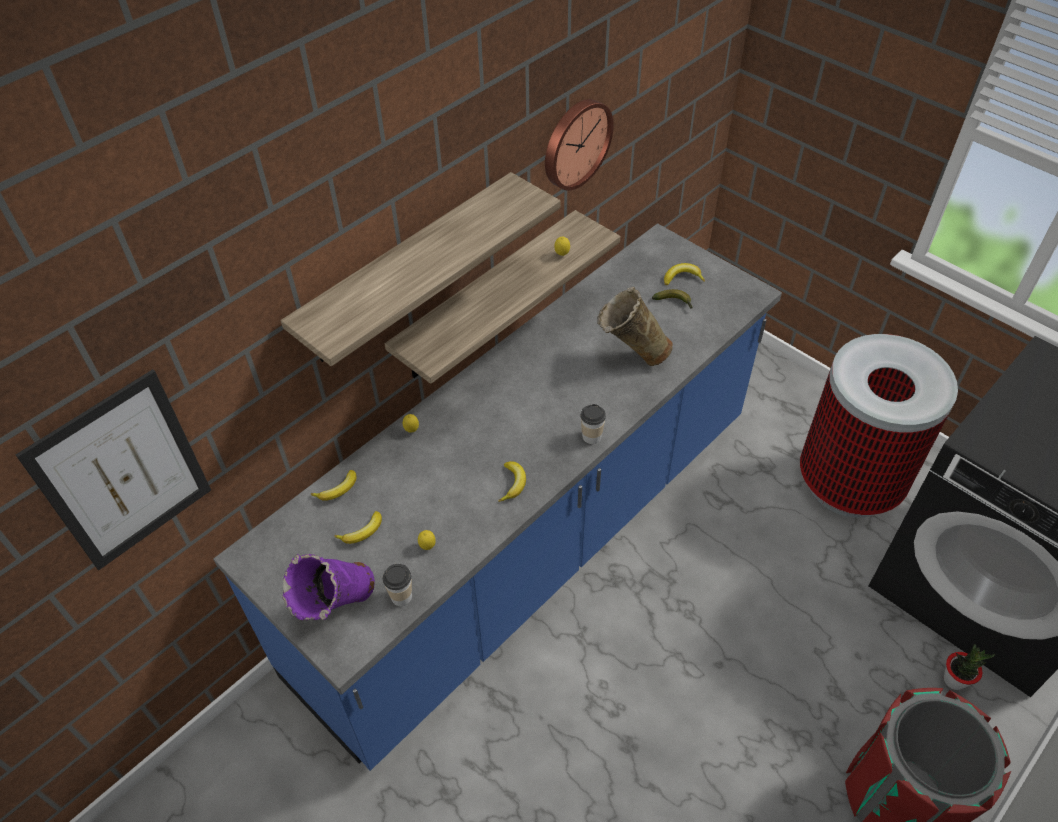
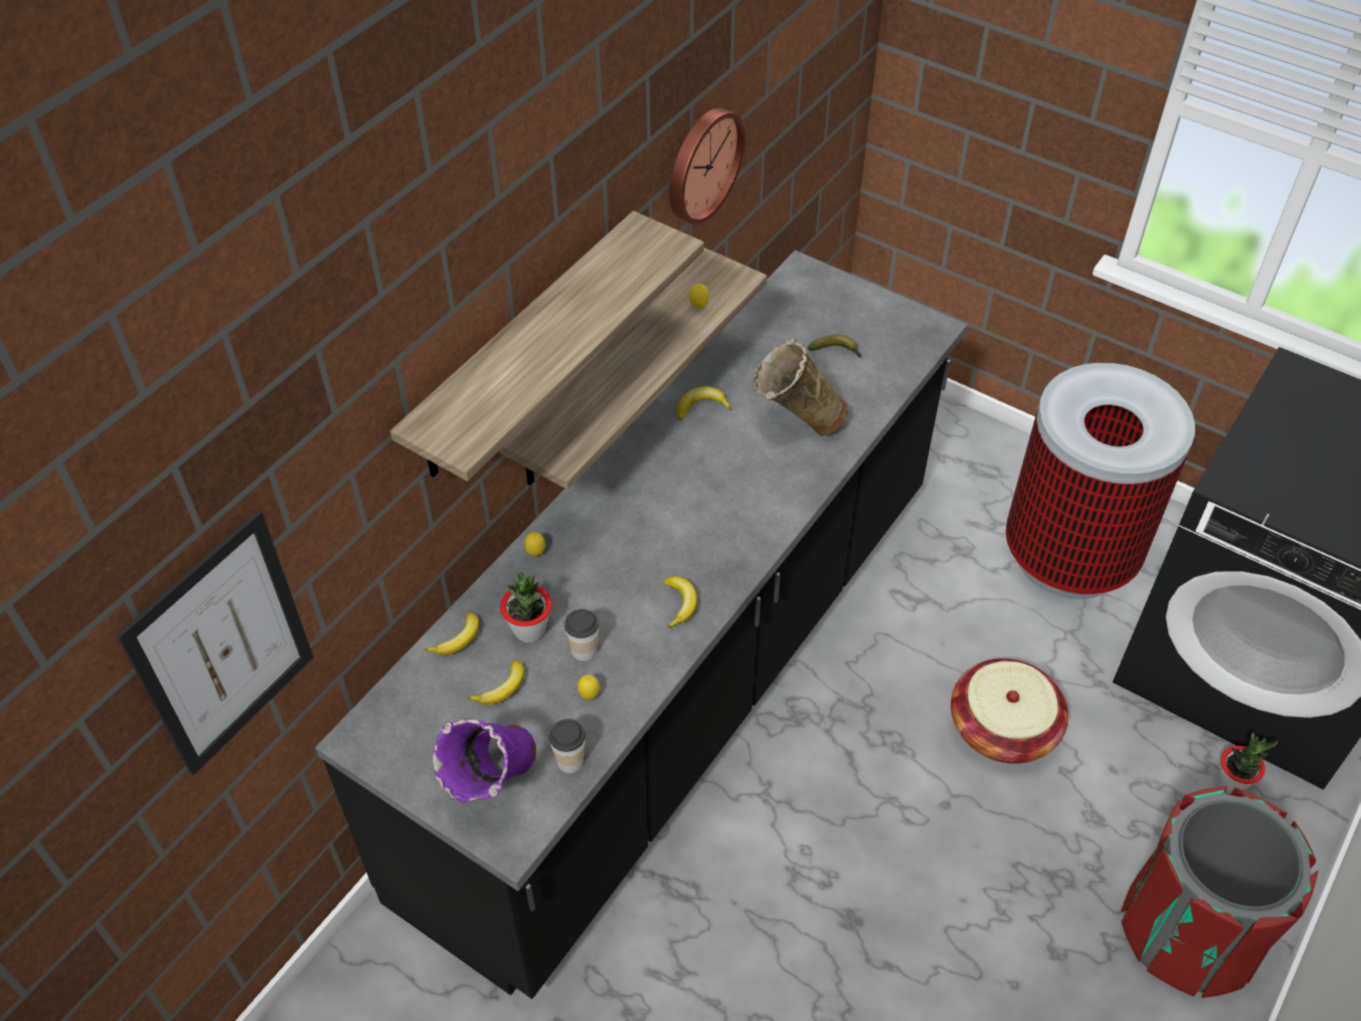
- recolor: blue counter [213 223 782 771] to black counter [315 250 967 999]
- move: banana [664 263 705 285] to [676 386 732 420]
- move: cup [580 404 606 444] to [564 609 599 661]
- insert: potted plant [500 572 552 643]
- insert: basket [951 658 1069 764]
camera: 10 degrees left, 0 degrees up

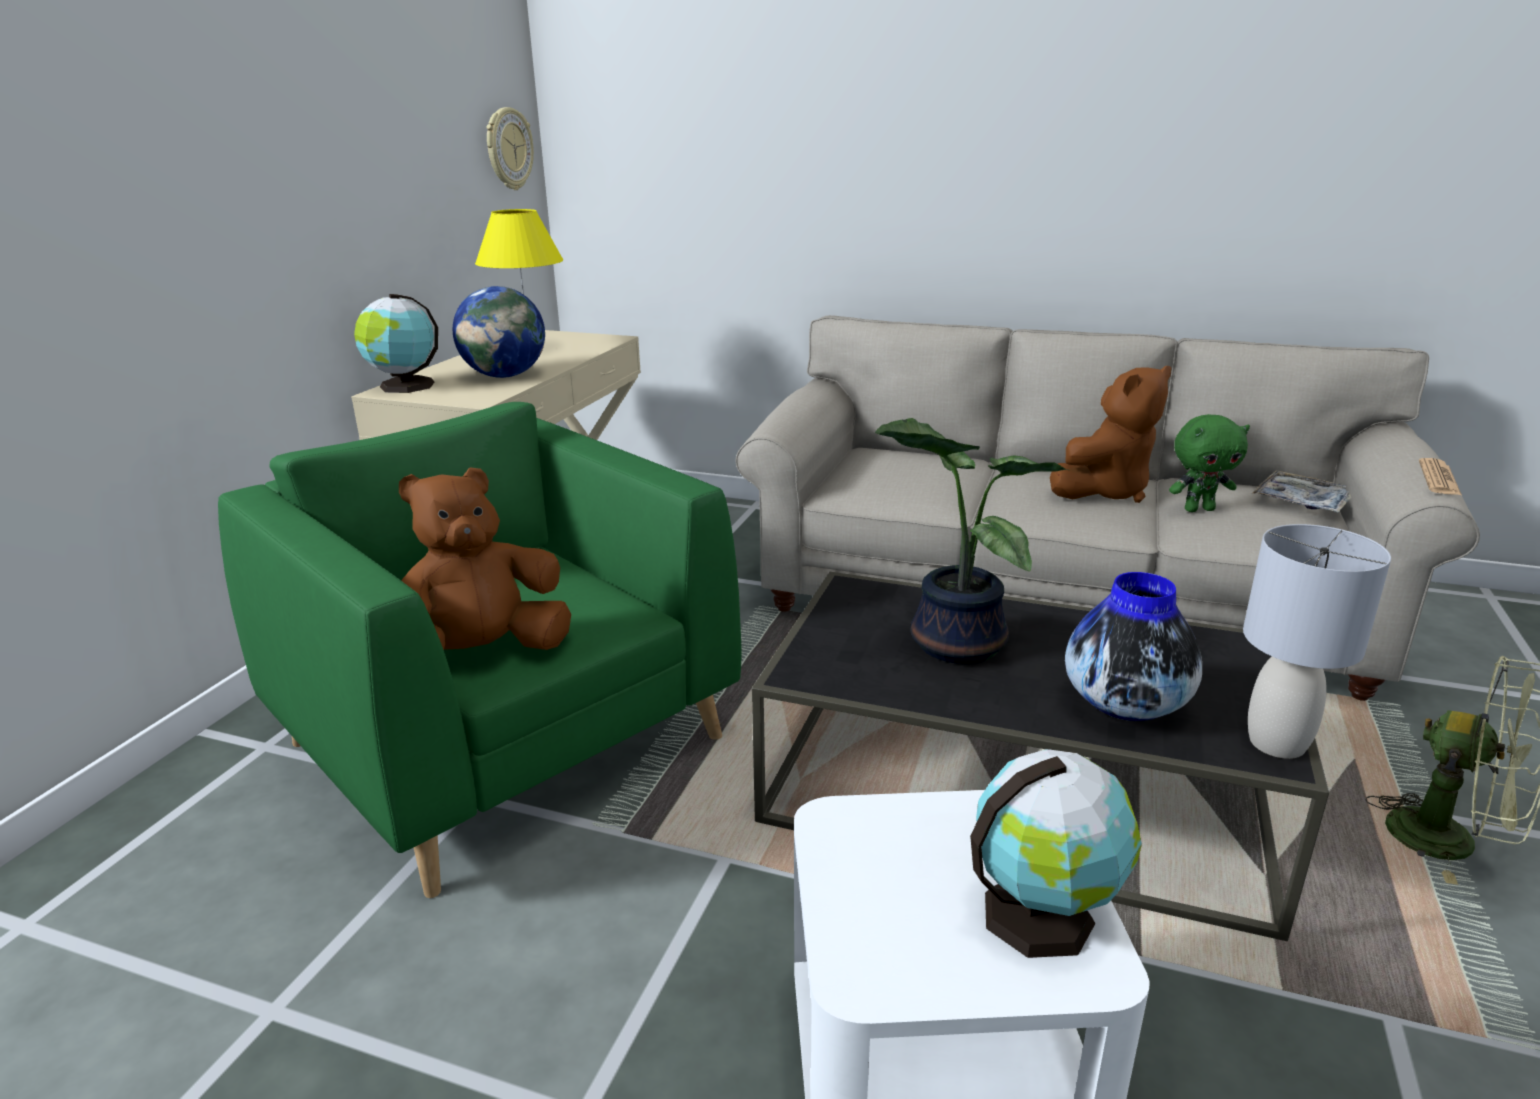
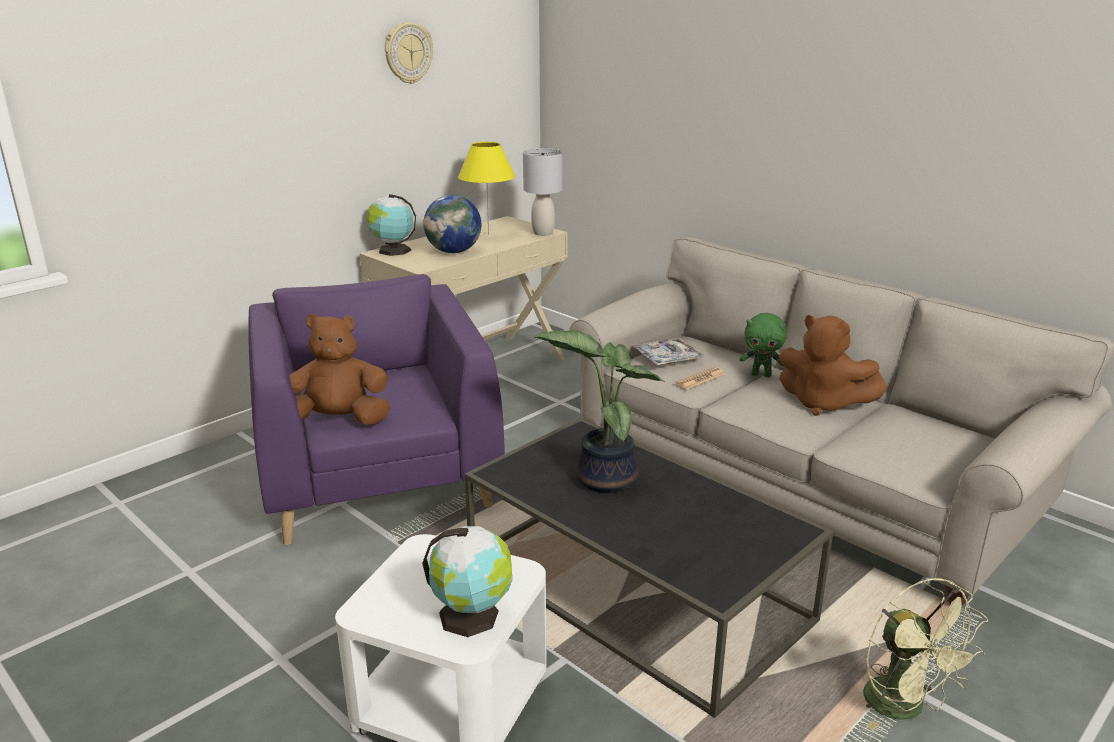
- move: wall clock [486 107 534 190] to [385 22 433 84]
- rotate: brown plush toy [1050 366 1171 503] = [779 315 888 416] 45 degrees clockwise
- recolor: green armchair [218 402 742 898] to purple armchair [249 274 505 545]
- move: green plush toy [1169 414 1250 512] to [739 313 787 378]
- move: newspaper [1419 458 1462 495] to [675 367 725 389]
- move: tray [1252 471 1351 513] to [632 337 705 365]
- move: grey table lamp [1243 524 1391 759] to [523 148 563 236]
- delete: vase [1065 572 1202 721]
camera: 25 degrees right, 0 degrees up

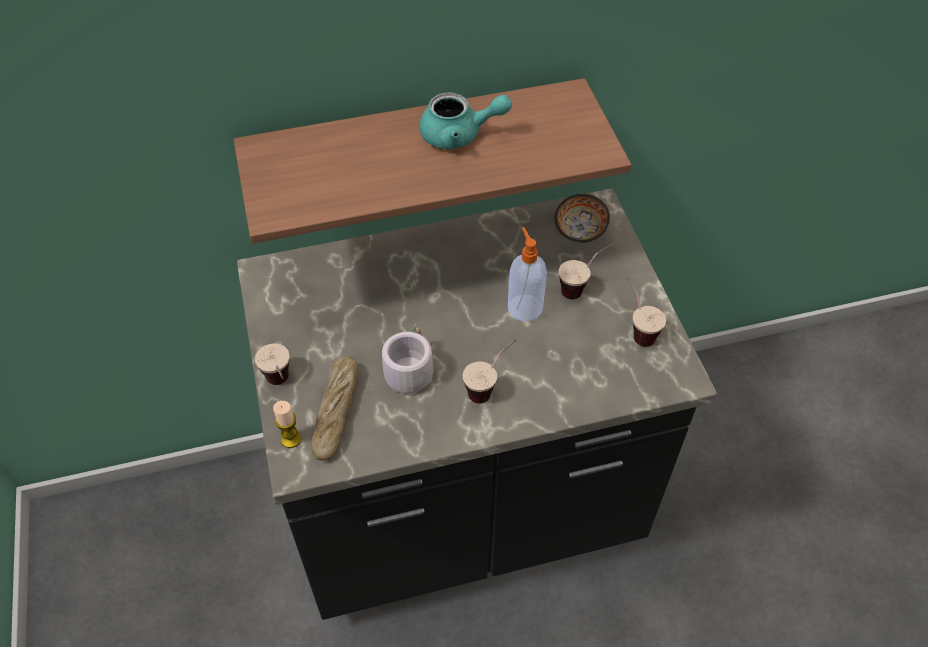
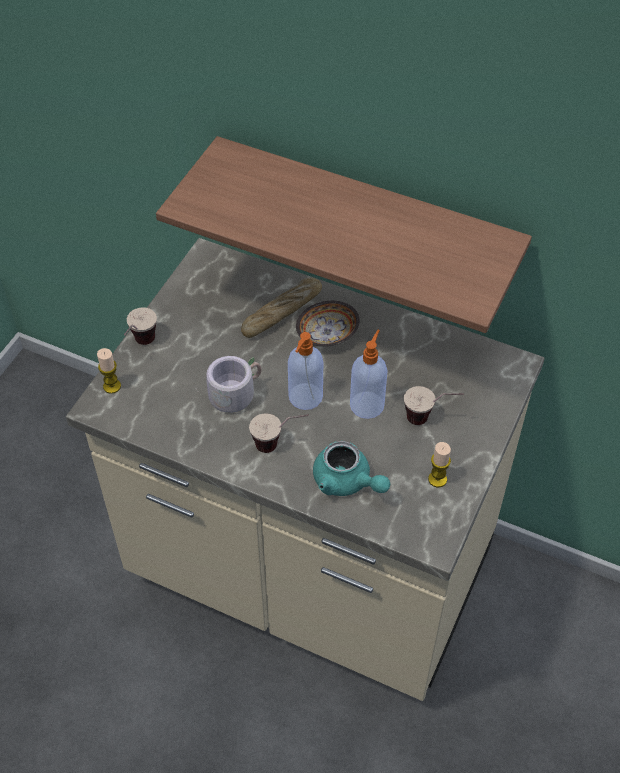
- move: turquoise teapot [419 92 512 149] to [313 441 390 496]
- recolor: black counter [237 189 717 620] to beige counter [66 238 545 701]
- move: bowl [555 194 610 243] to [296 301 360 347]
- replace: cup [625 276 666 346] to candle [428 442 451 487]
- move: bread [311 356 359 461] to [241 277 322 338]
- insert: soap dispenser [288 332 323 410]
camera: 40 degrees right, 0 degrees up

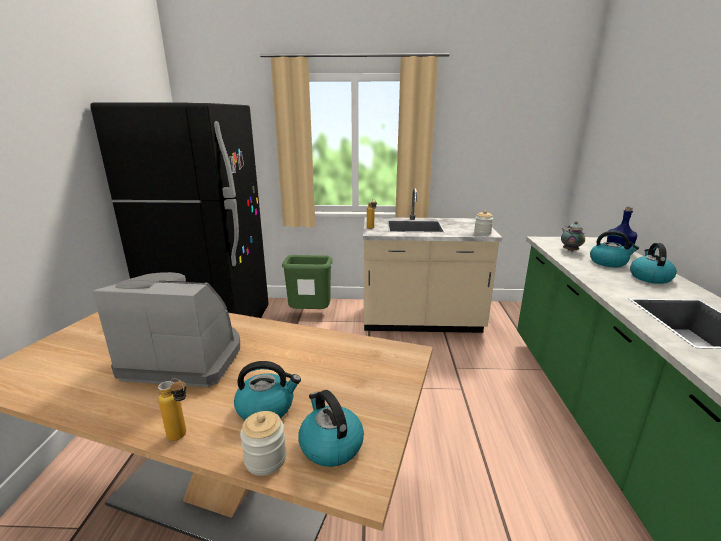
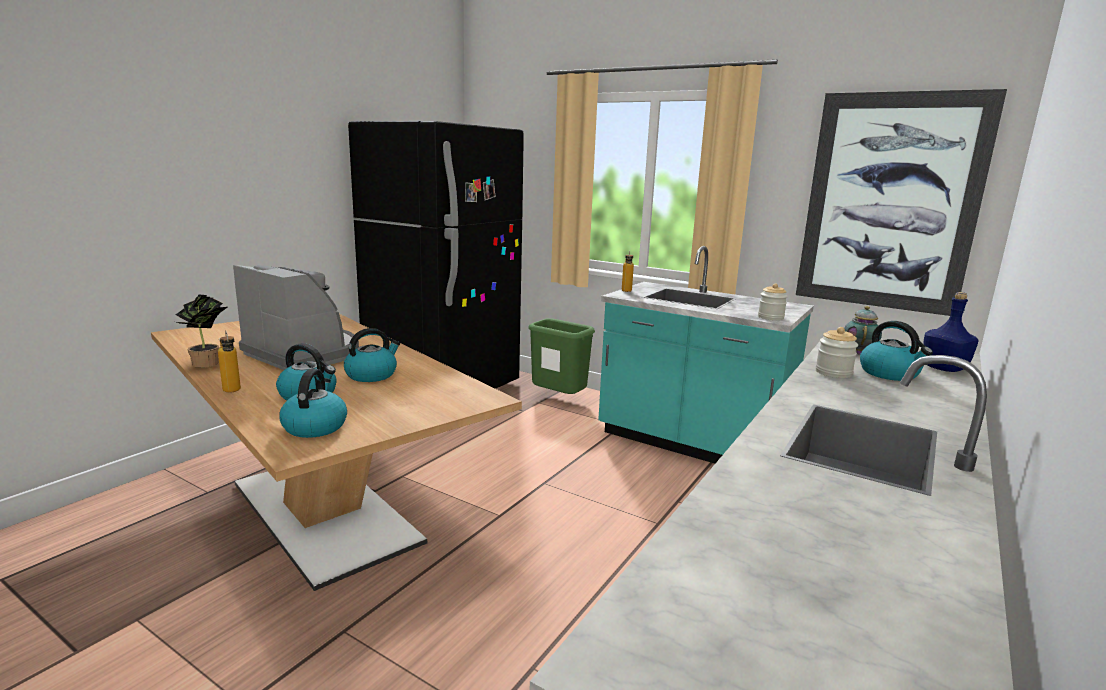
- recolor: beige counter [363 188 503 333] to turquoise counter [598 246 814 464]
- move: kettle [630 243 677 284] to [344 328 400 382]
- move: jar [240 411 286 476] to [815 327 858 378]
- insert: picture [796 89 1007 316]
- insert: potted plant [175 294 227 368]
camera: 30 degrees right, 5 degrees down

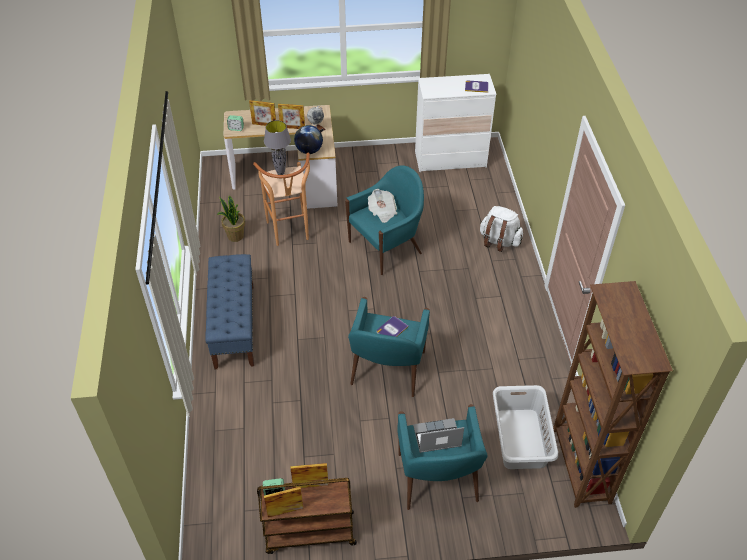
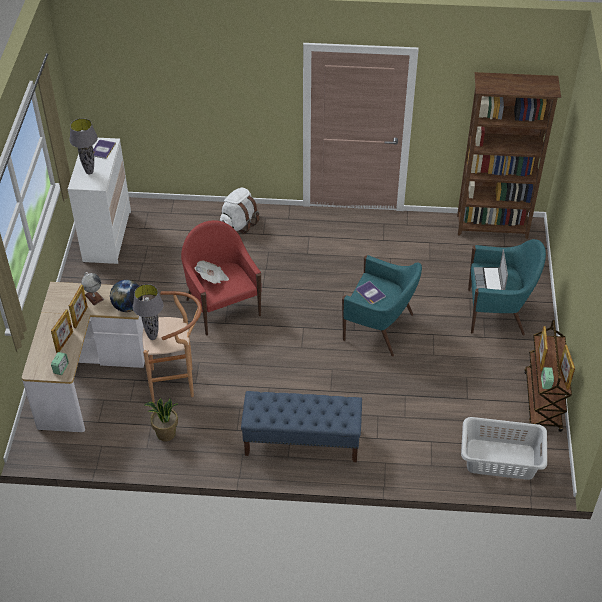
- recolor: turquoise armchair [345 165 424 275] to red armchair [181 220 262 335]
- move: grey laundry basket [493 385 558 469] to [461 417 547 480]
- insert: grey table lamp [70 118 98 174]
camera: 80 degrees left, 0 degrees up

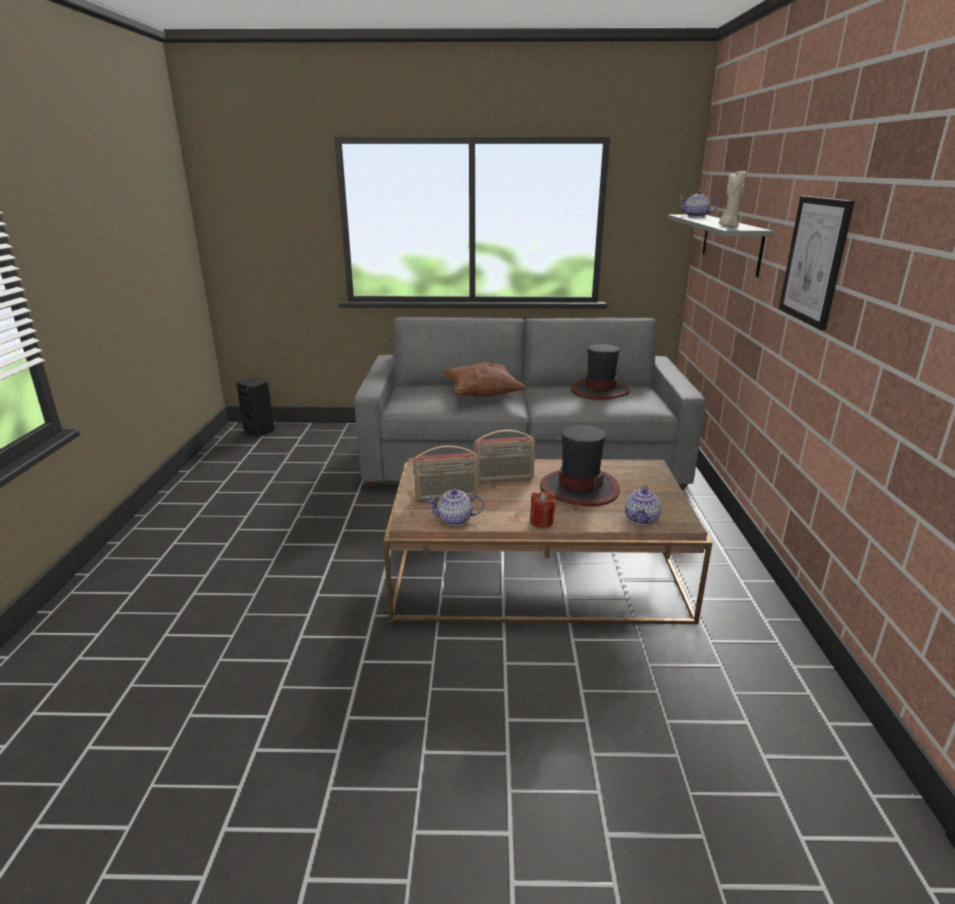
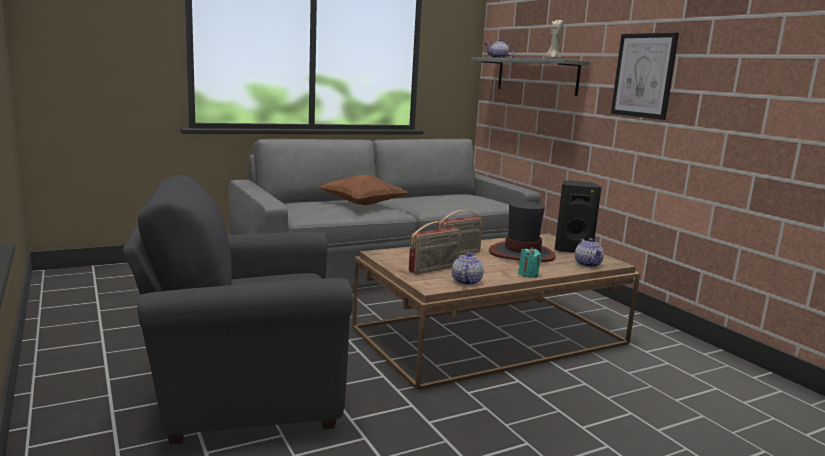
- delete: hat [571 344 630 400]
- move: black speaker [236 377 275 436] to [555 181 602 253]
- rotate: teapot [425 489 484 526] = [452 252 484 285] 135 degrees clockwise
- recolor: red candle [530 491 555 528] to turquoise candle [518 247 542 278]
- insert: grey armchair [122 175 353 445]
camera: 30 degrees left, 10 degrees down

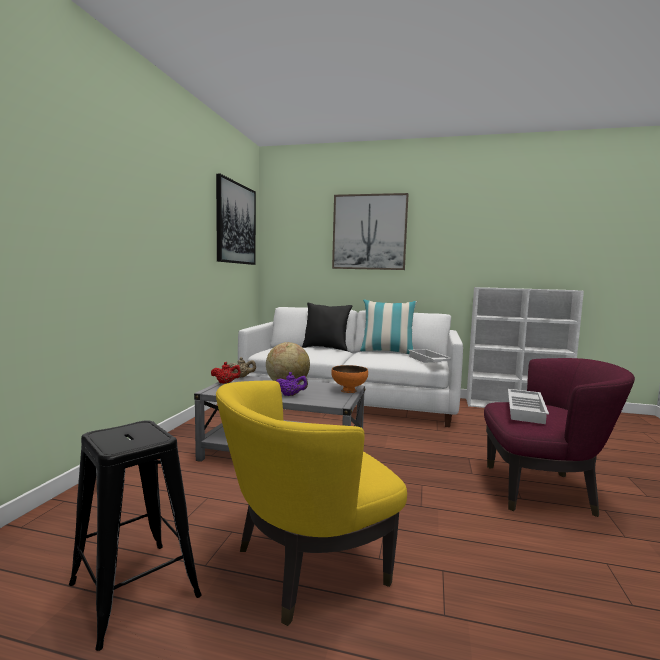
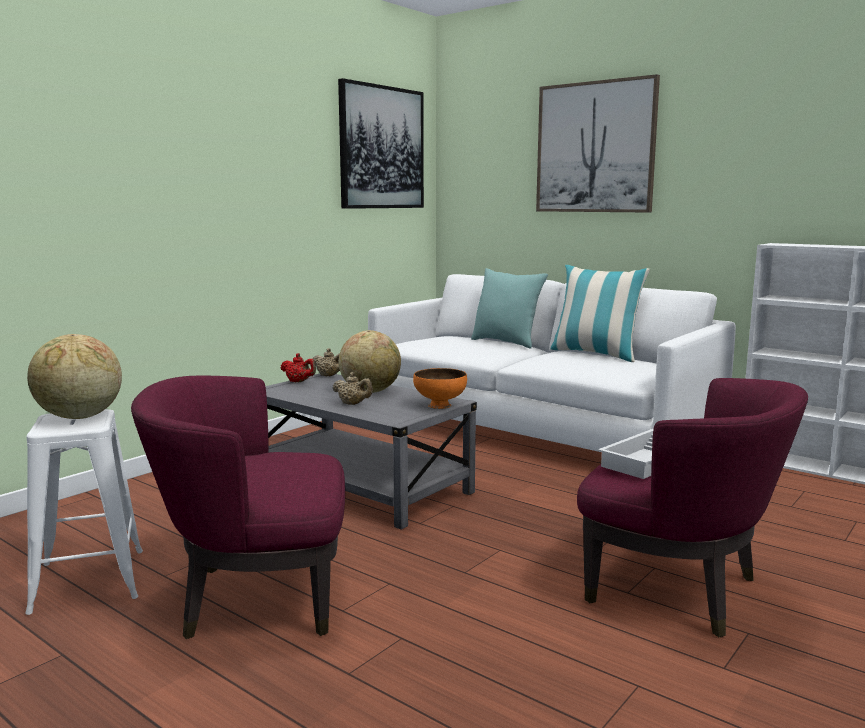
- recolor: black pillow [302 303 352 351] to turquoise pillow [471 268 548 348]
- delete: white tray [408 349 451 363]
- recolor: purple teapot [276 372 308 396] to beige teapot [332 372 373 405]
- recolor: yellow armchair [216 381 407 626] to purple armchair [131 376 345 639]
- recolor: black stool [69 420 202 651] to white stool [25 409 143 615]
- insert: globe [27 334 122 419]
camera: 25 degrees right, 5 degrees up

